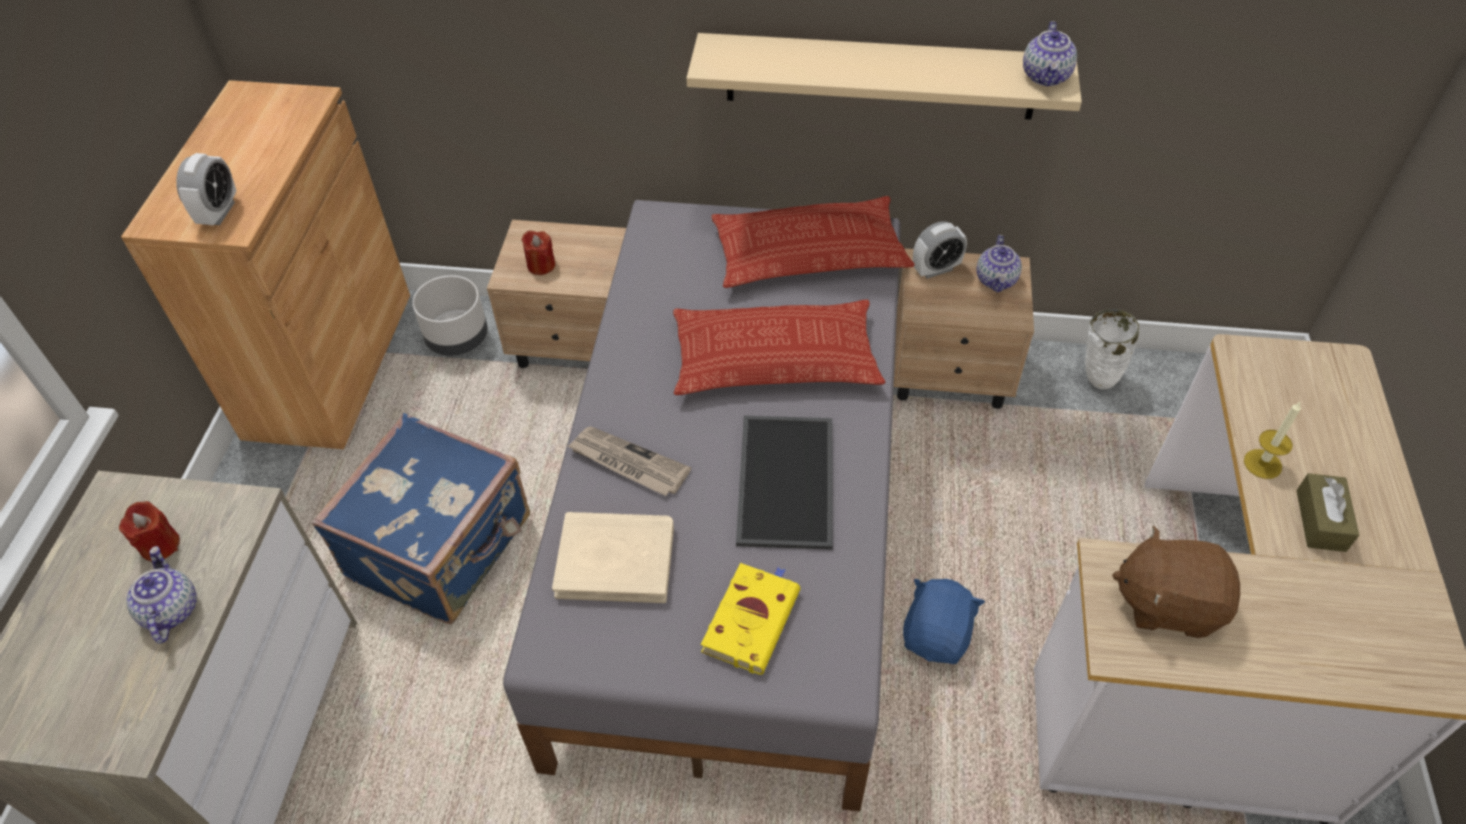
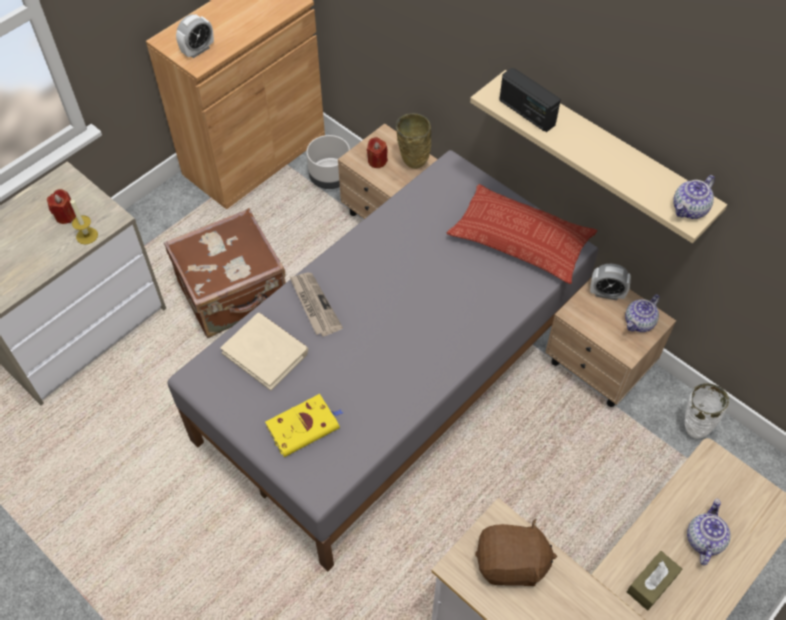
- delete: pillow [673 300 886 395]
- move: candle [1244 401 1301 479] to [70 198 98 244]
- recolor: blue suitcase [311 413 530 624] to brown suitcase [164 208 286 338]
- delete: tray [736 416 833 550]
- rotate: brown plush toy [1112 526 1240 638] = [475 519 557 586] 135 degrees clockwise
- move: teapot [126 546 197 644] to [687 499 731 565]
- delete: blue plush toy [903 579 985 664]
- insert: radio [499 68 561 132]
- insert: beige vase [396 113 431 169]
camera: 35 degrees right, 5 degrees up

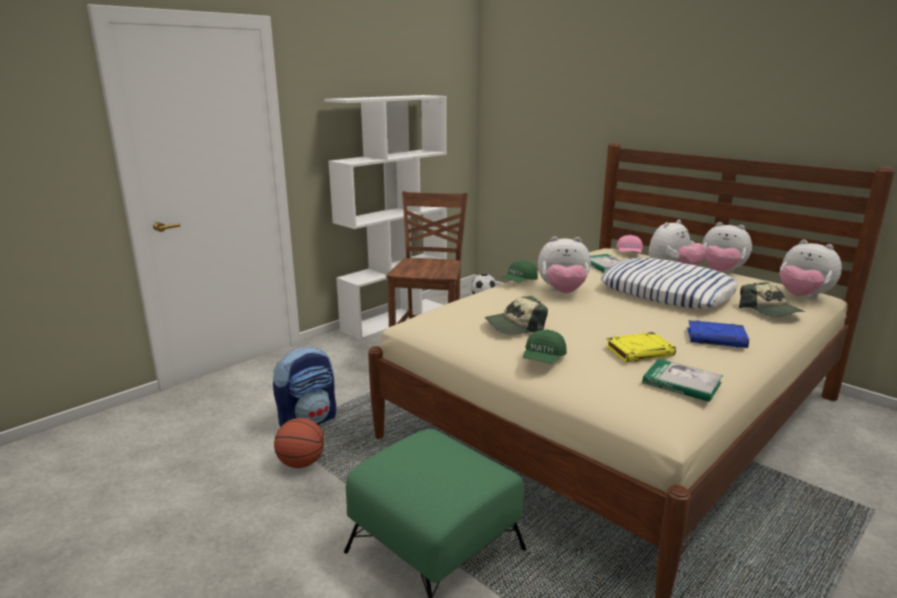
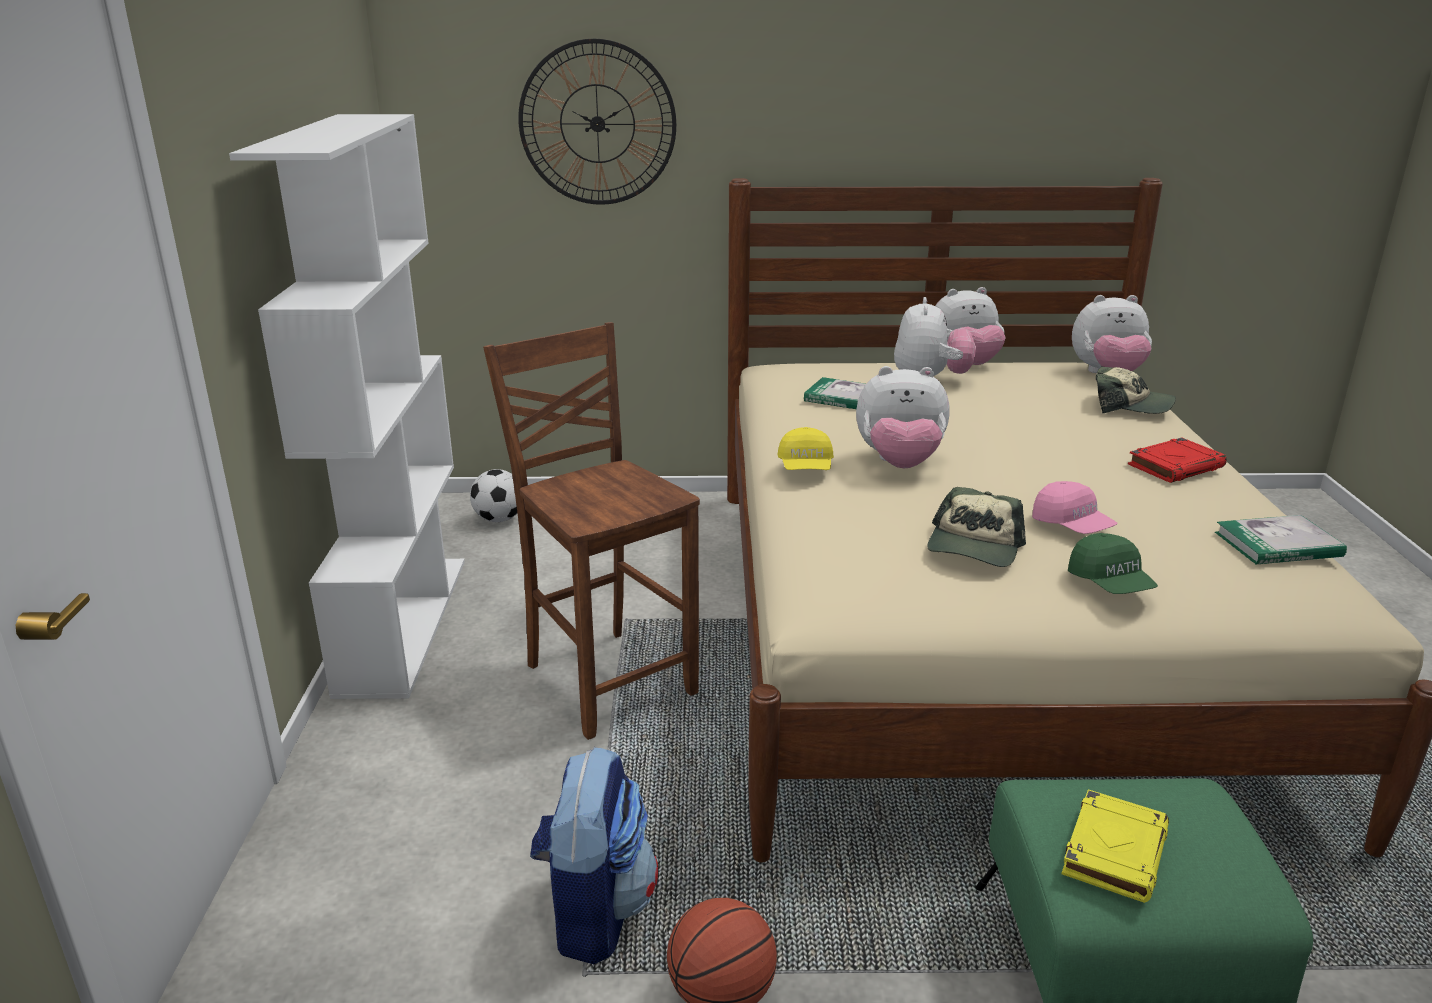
- move: pink cap [616 235 643 253] to [1032 481 1117 534]
- rotate: plush toy [538 236 591 293] = [856 366 949 468] 45 degrees clockwise
- delete: pillow [601 258 738 309]
- recolor: green cap [501 261 538 282] to yellow cap [777 427 834 470]
- recolor: blue book [687 320 749 348] to red book [1128 437 1227 483]
- move: yellow book [606 332 676 362] to [1061 789 1169 903]
- insert: wall clock [518 39 676 205]
camera: 45 degrees left, 5 degrees up

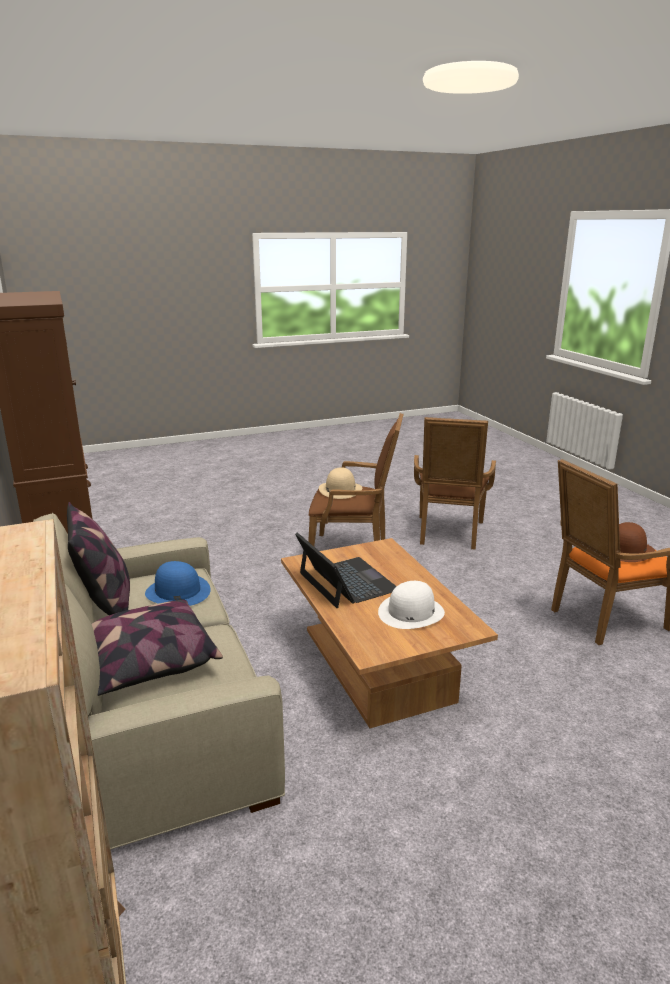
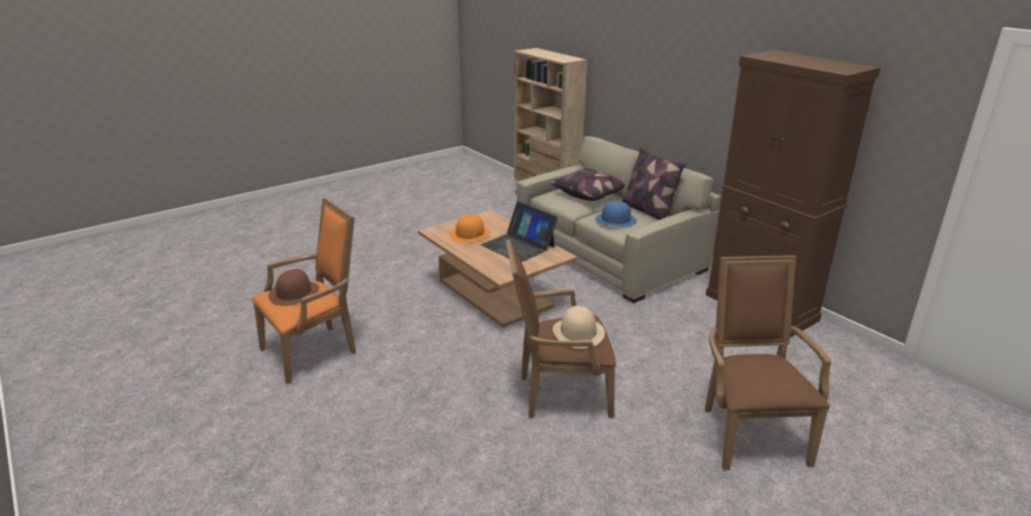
- move: brown armchair [414 417 496 550] to [705 255 831 470]
- recolor: white hat [378 581 445 629] to orange hat [449 214 491 243]
camera: 165 degrees right, 5 degrees up

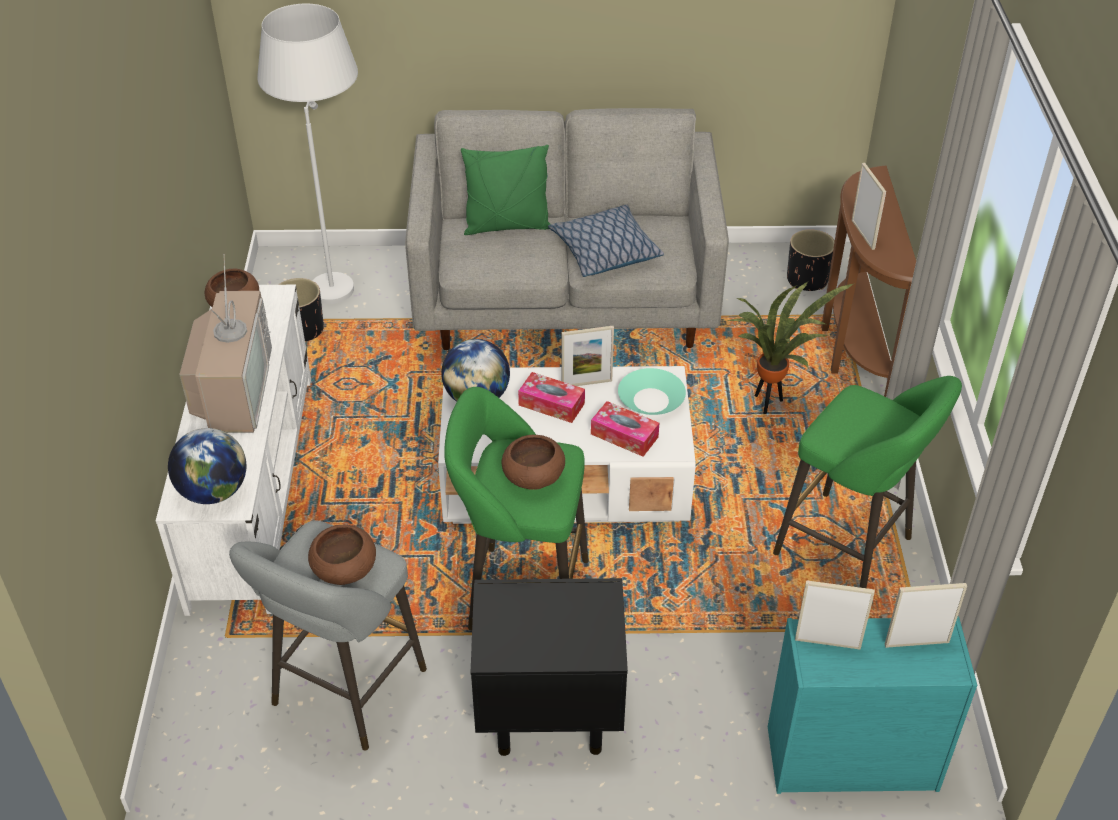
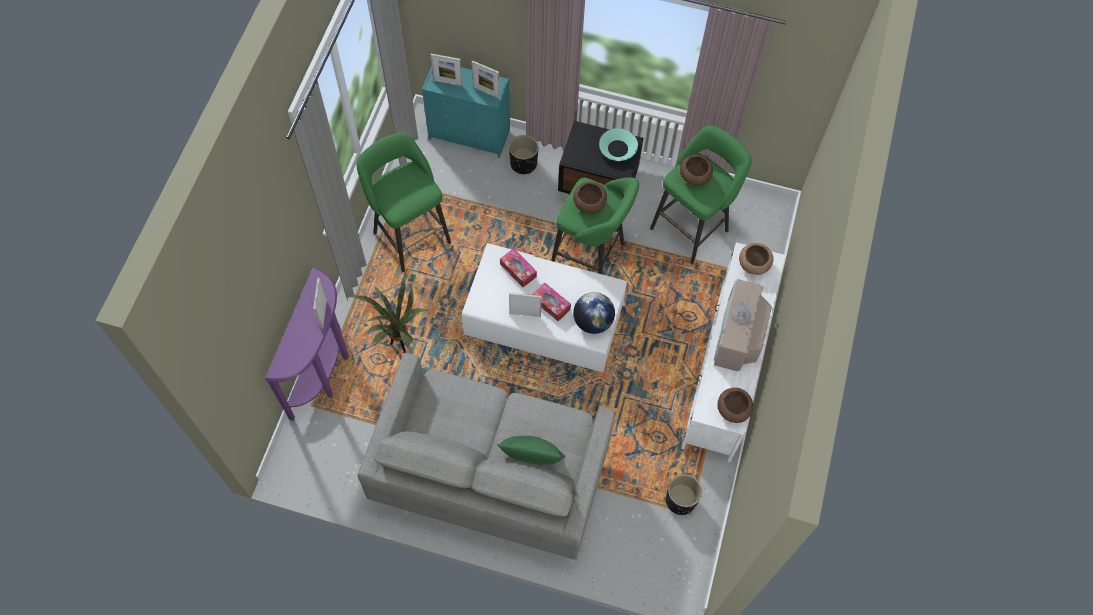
- delete: white floor lamp [257 3 358 304]
- recolor: brown console table [821 166 916 397] to purple console table [265 267 349 421]
- delete: pillow [548 204 664 277]
- move: black planter [787 229 835 291] to [509 135 538 174]
- move: turquoise bowl [618 368 686 415] to [599 128 638 161]
- replace: globe [168 428 246 504] to brown bowl [739 243 773 275]
- recolor: grey stool [229 520 427 751] to green stool [650 125 752 264]
camera: 165 degrees left, 20 degrees up

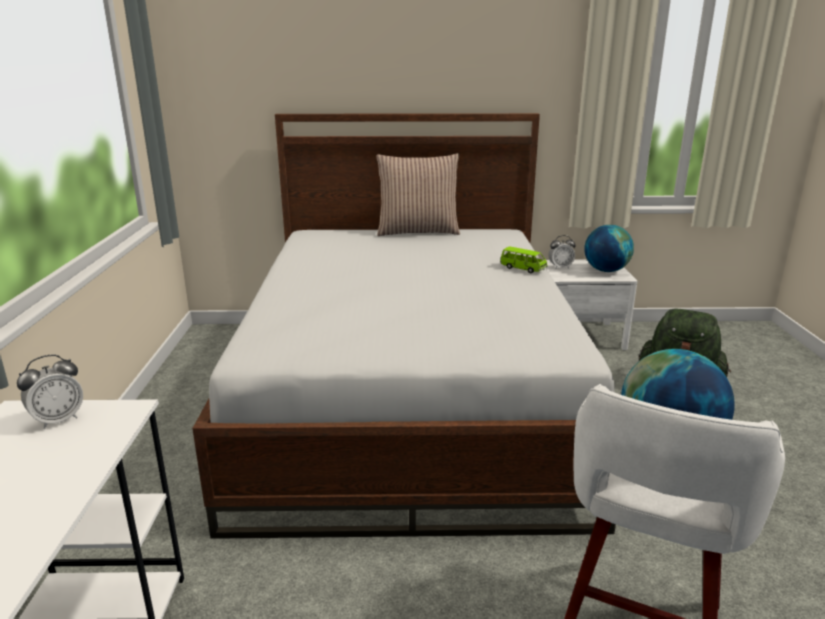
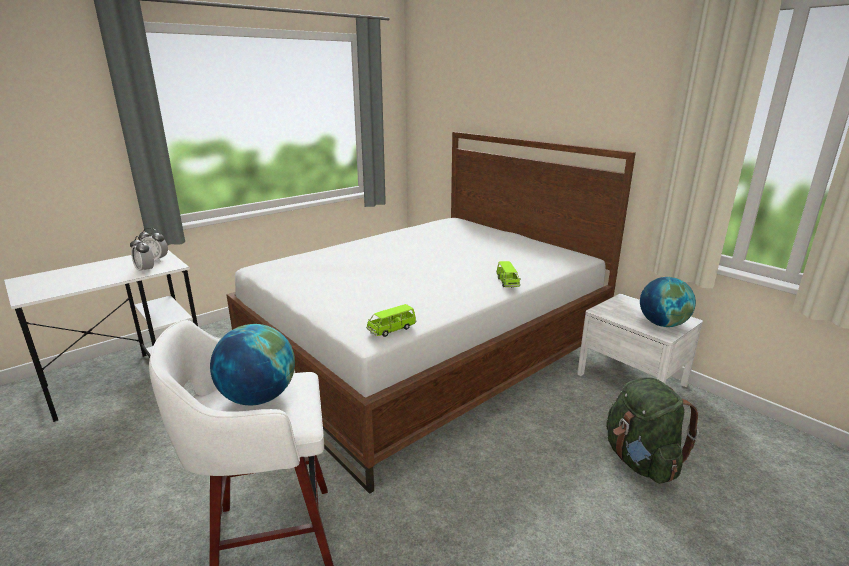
- delete: pillow [376 153 460 236]
- move: alarm clock [548 235 576 269] to [130 236 154 273]
- insert: green toy car [366 304 416 337]
camera: 50 degrees right, 0 degrees up

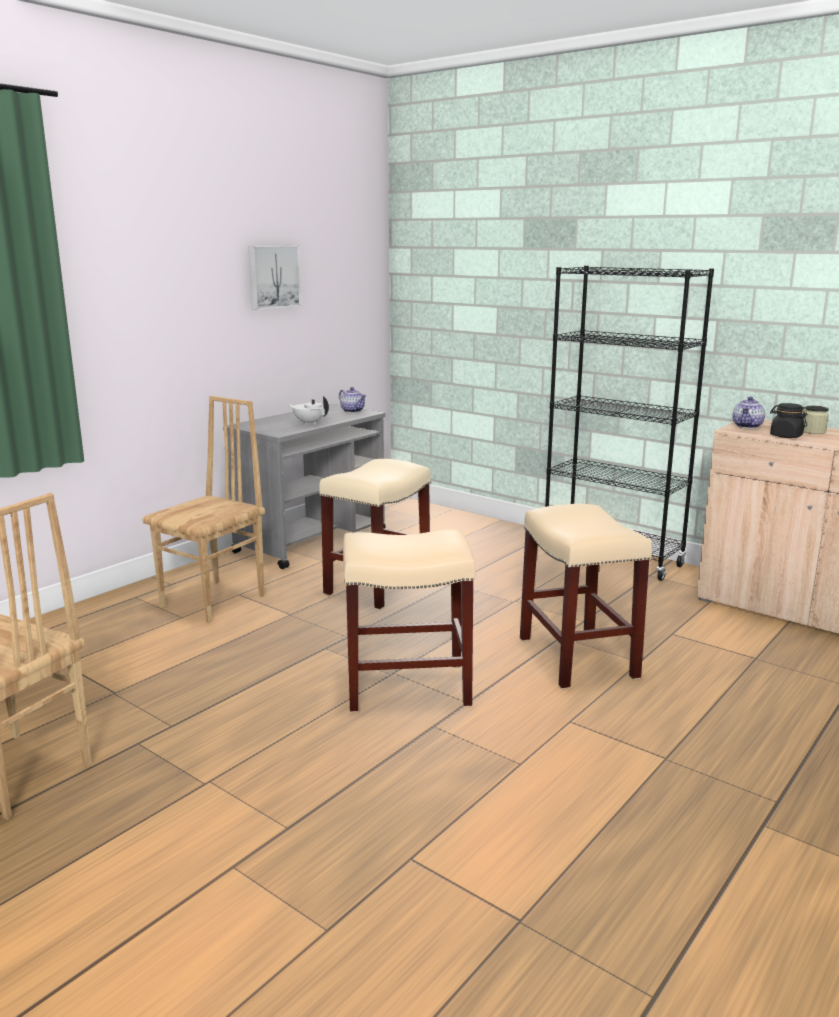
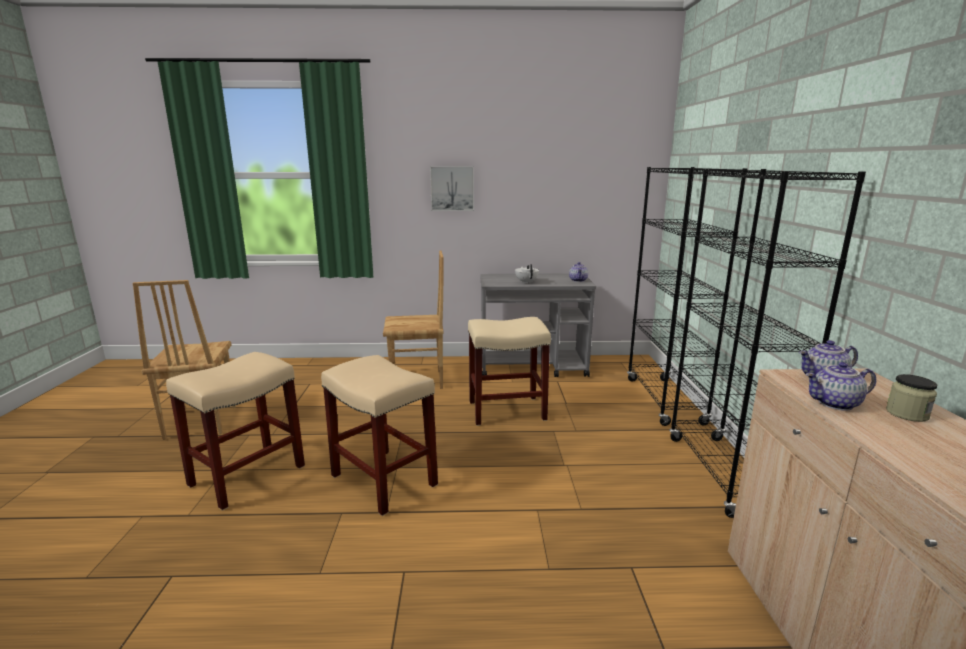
- move: picture [248 245 301 310] to [430 166 474 211]
- replace: black jar [770 403 807 438] to teapot [805 362 876 411]
- move: beige stool [520 504 652 689] to [166 352 305 511]
- insert: black bookcase [627 167 748 426]
camera: 50 degrees right, 0 degrees up

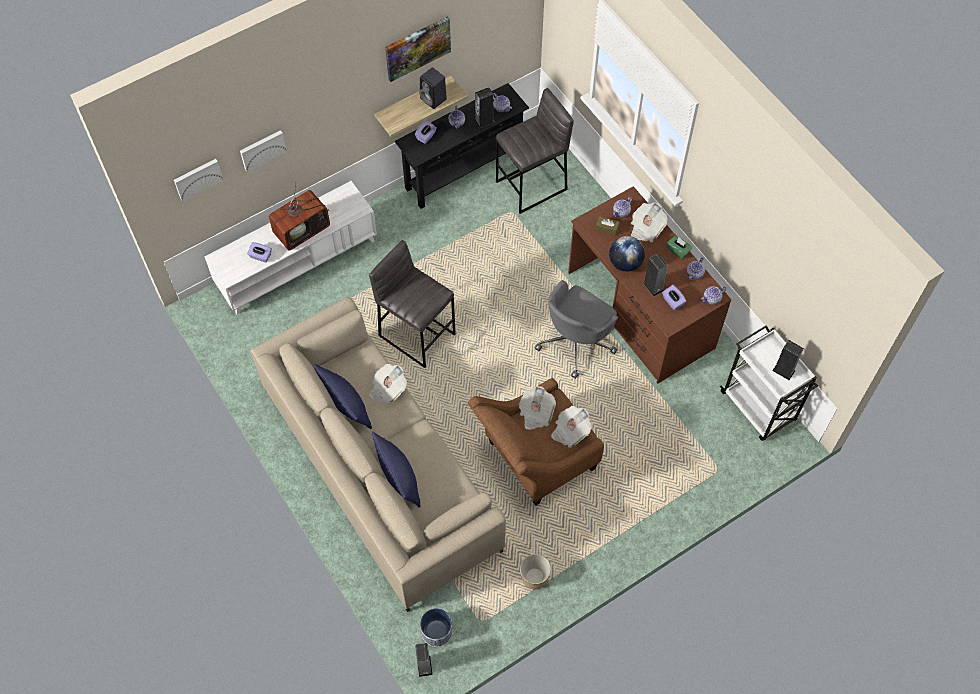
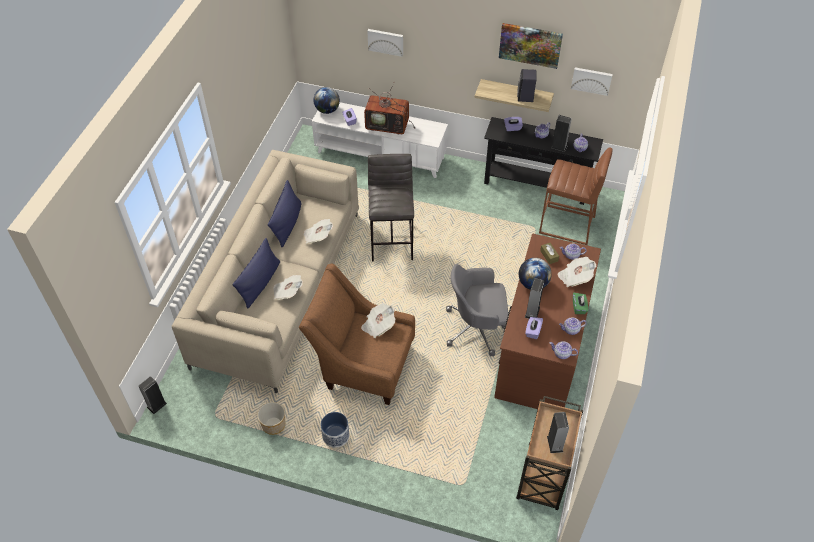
- recolor: grey stool [496 88 574 214] to brown stool [539 147 613 245]
- move: picture [174 159 223 201] to [571 67 613 96]
- recolor: white cart [720 325 818 441] to brown cart [516 396 583 510]
- move: newspaper [551 406 592 448] to [273 275 303 300]
- move: planter [420 608 452 647] to [321 412 349 448]
- insert: globe [313 87 340 114]
camera: 50 degrees right, 10 degrees down

